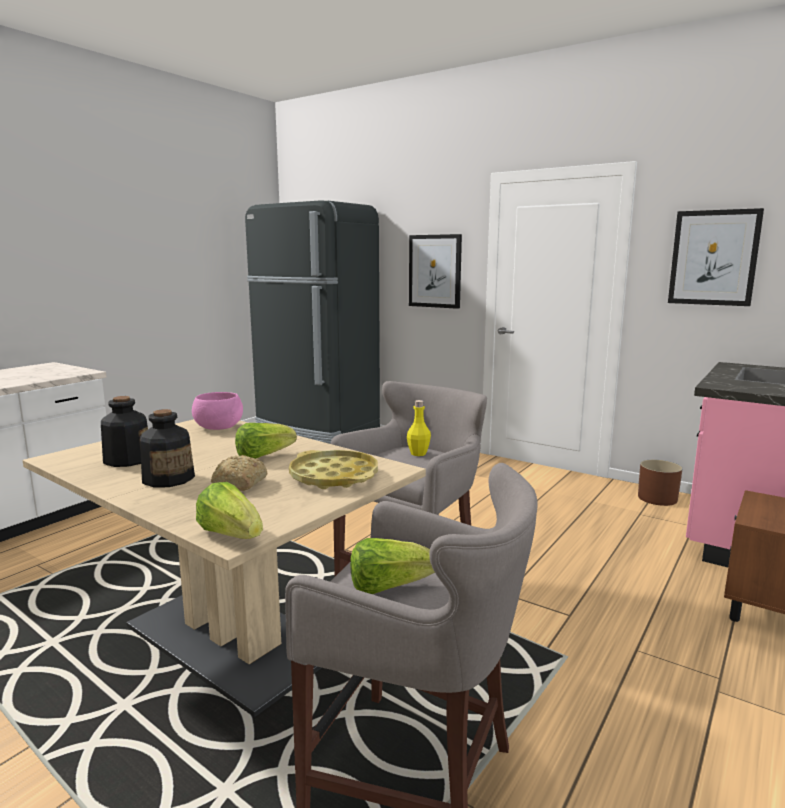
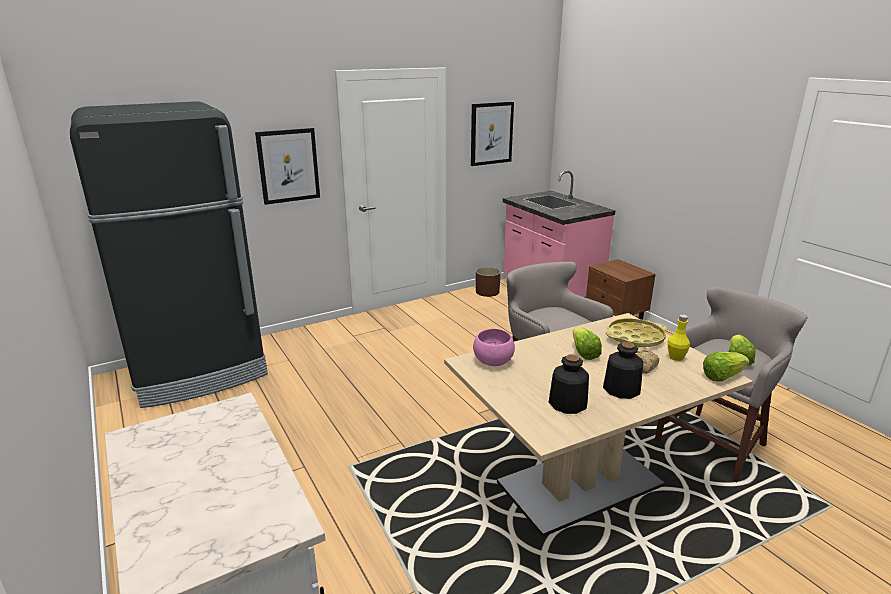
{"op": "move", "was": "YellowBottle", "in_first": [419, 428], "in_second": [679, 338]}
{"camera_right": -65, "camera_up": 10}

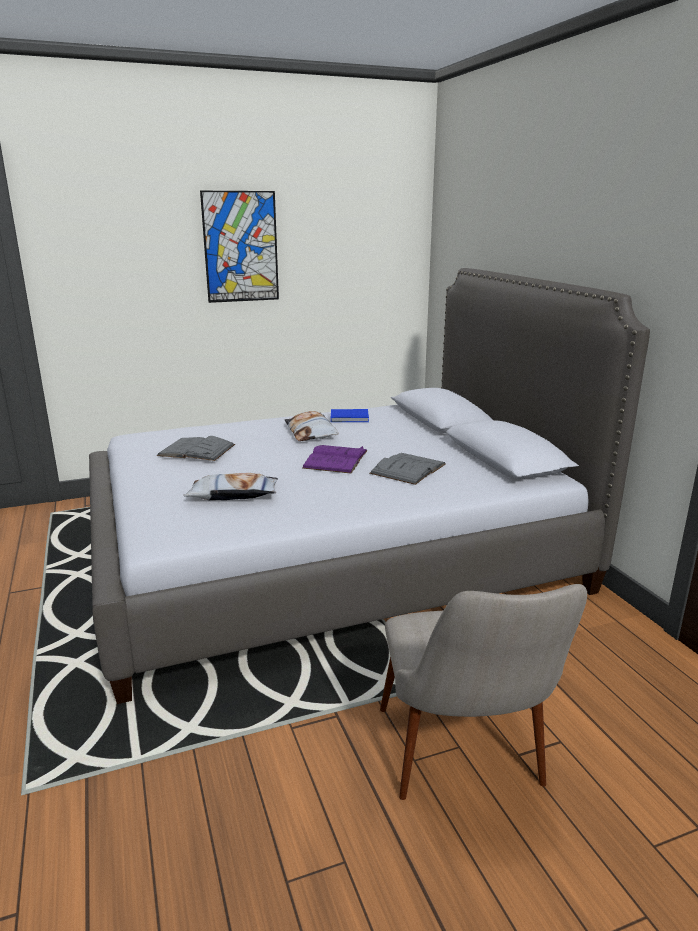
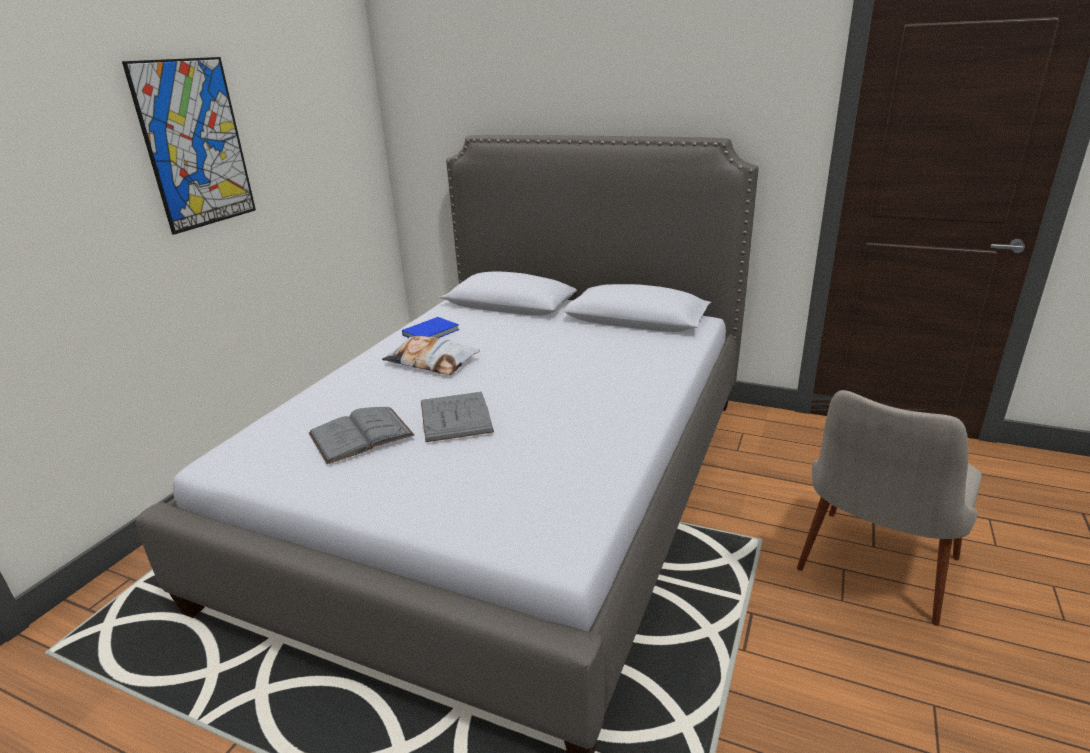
{"op": "delete", "was": "PurpleBook", "in_first": [335, 459]}
{"op": "move", "was": "GreyBook", "in_first": [407, 469], "in_second": [457, 417]}
{"op": "delete", "was": "Pillow", "in_first": [231, 486]}
{"op": "rotate", "was": "BeigeChair", "in_first": [483, 692], "in_second": [889, 508], "clockwise": 90}
{"camera_right": -45, "camera_up": 5}

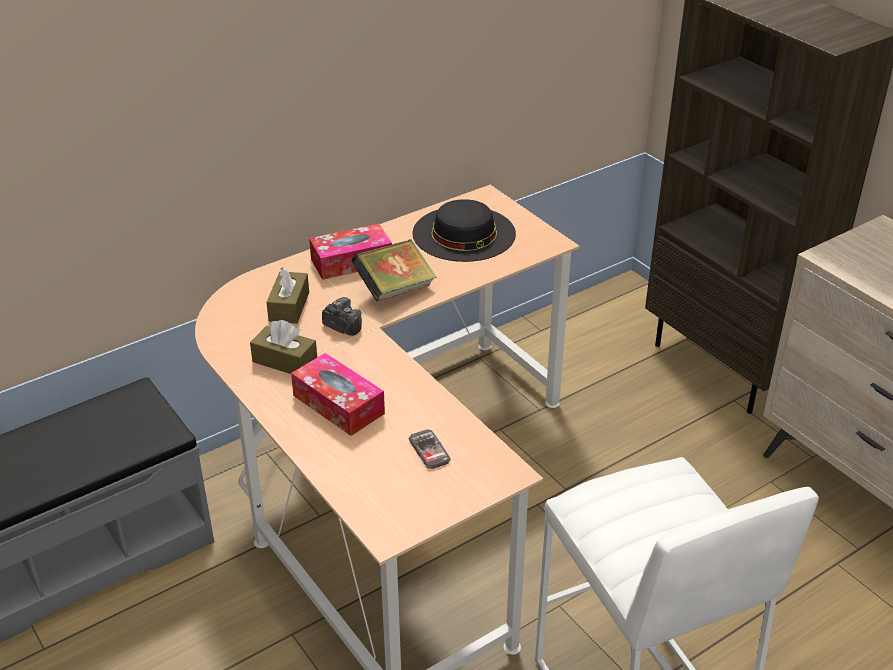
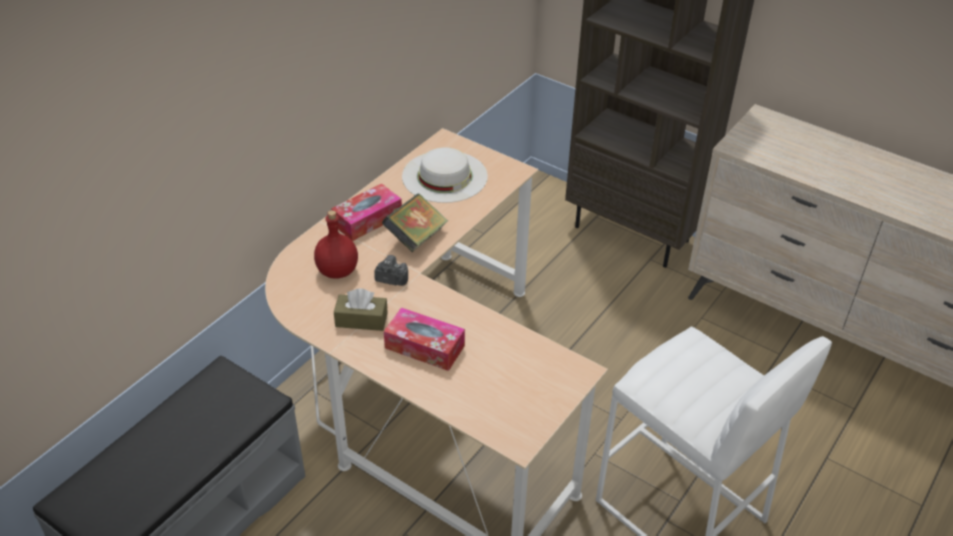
{"op": "recolor", "was": "BlackHat", "now": "WhiteHat", "in_first": [464, 230], "in_second": [445, 175]}
{"op": "replace", "was": "BrownTissueBox", "now": "RedBottle", "in_first": [287, 295], "in_second": [336, 244]}
{"op": "delete", "was": "Phone", "in_first": [430, 449]}
{"camera_right": -20, "camera_up": 5}

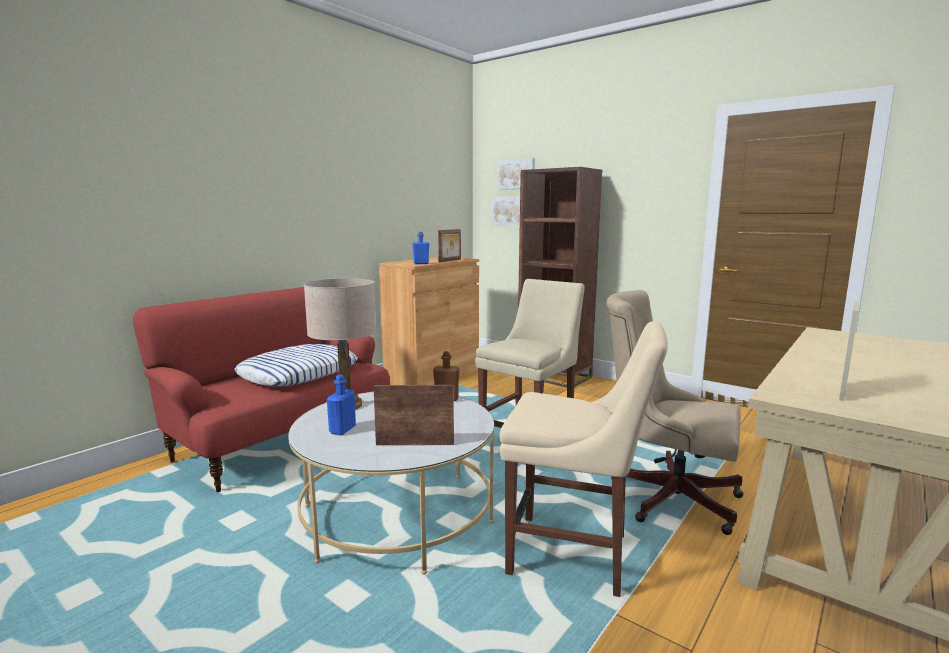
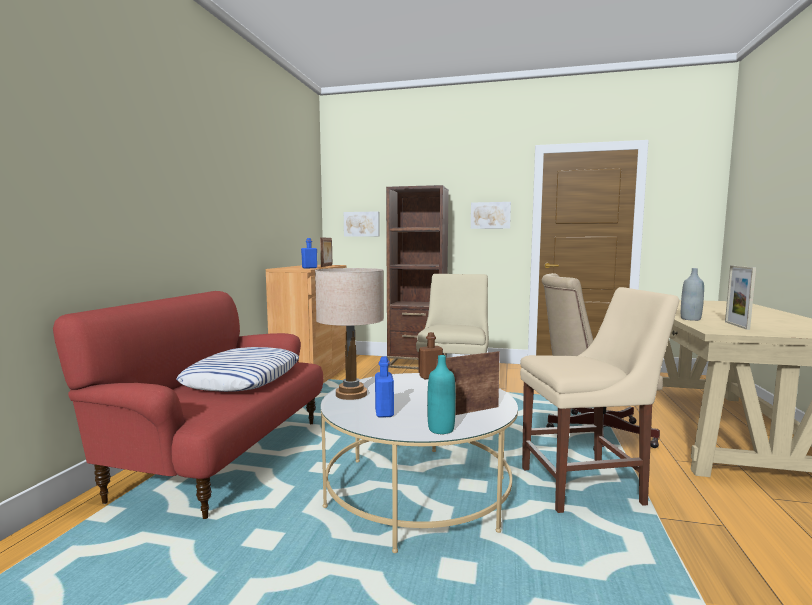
{"op": "move", "was": "Picture", "in_first": [516, 174], "in_second": [491, 215]}
{"op": "insert", "now": "GreyBottle", "in_second": [692, 294]}
{"op": "insert", "now": "TurquoiseBottle", "in_second": [441, 394]}
{"camera_right": -25, "camera_up": -5}

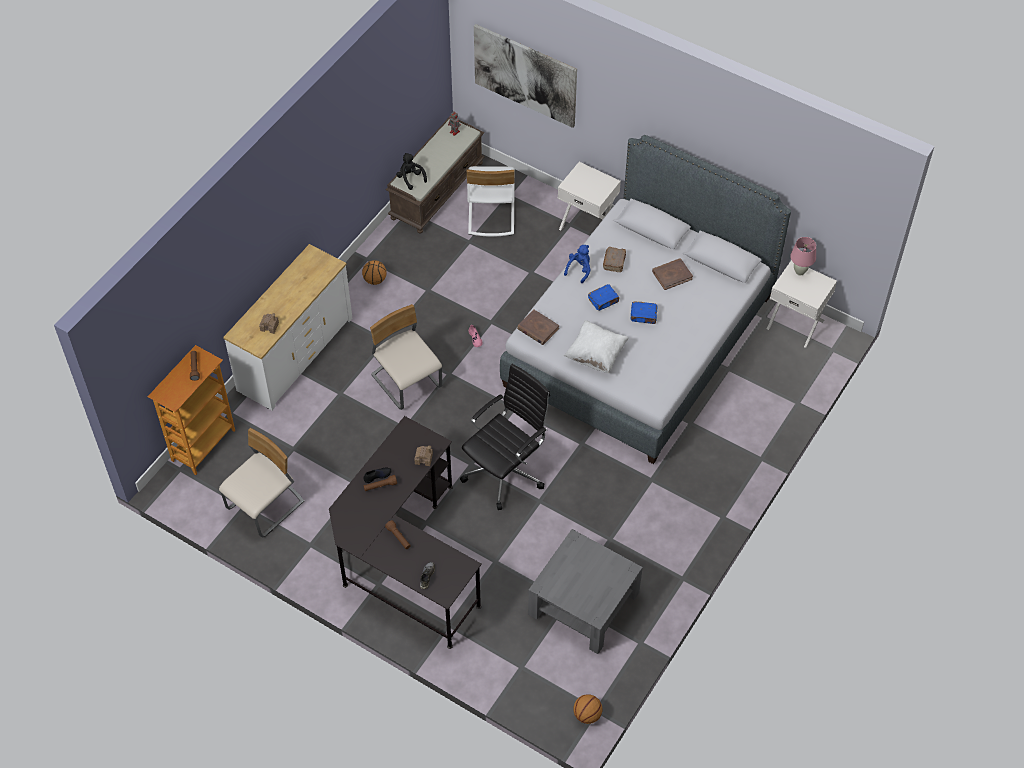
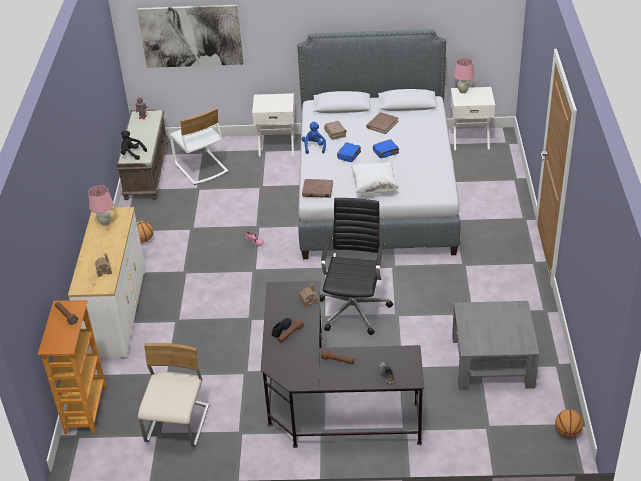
{"op": "delete", "was": "BeigeChair", "in_first": [406, 357]}
{"op": "insert", "now": "PinkTableLamp", "in_second": [101, 205]}
{"camera_right": -30, "camera_up": -15}

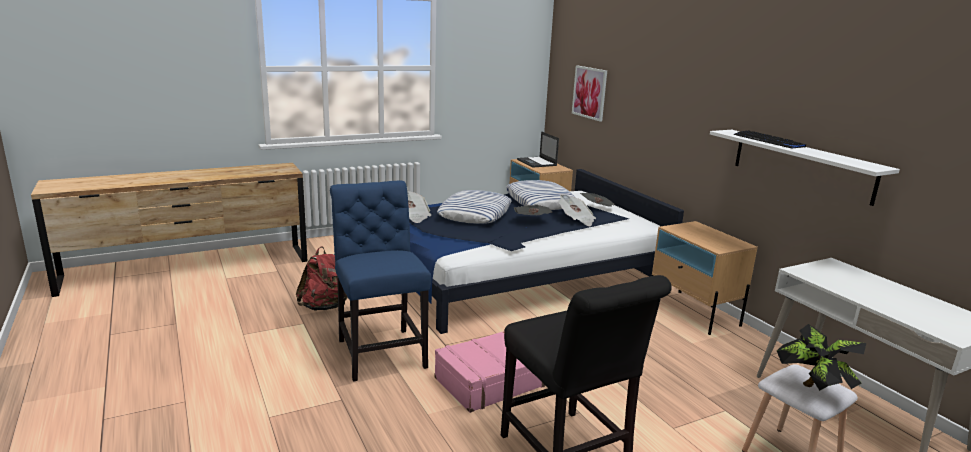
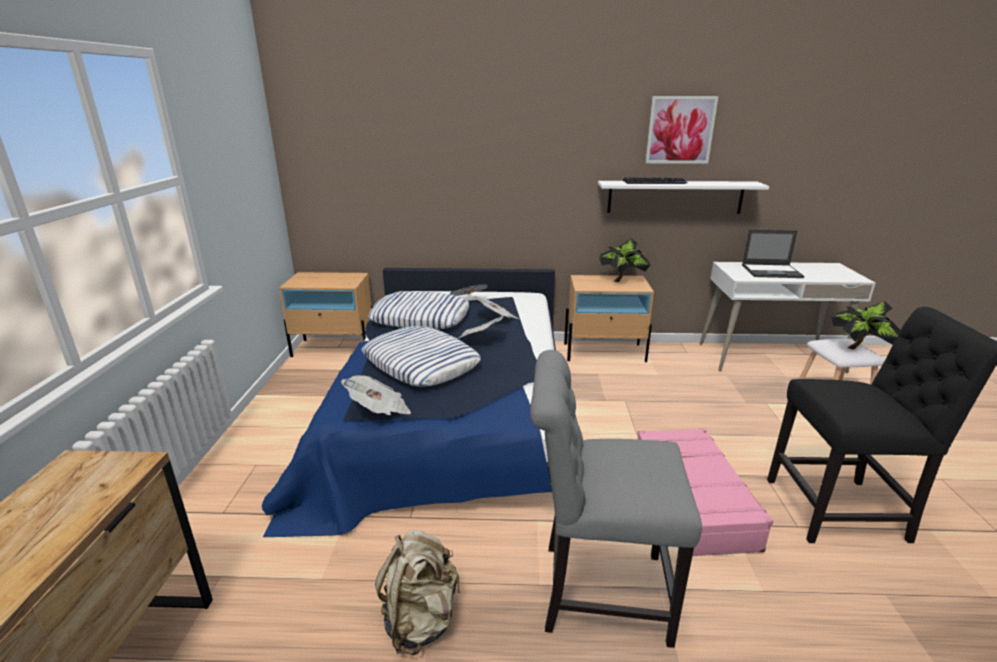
{"op": "move", "was": "Picture", "in_first": [589, 93], "in_second": [682, 130]}
{"op": "move", "was": "Laptop", "in_first": [538, 149], "in_second": [773, 254]}
{"op": "recolor", "was": "BlueChair", "now": "GreyChair", "in_first": [380, 281], "in_second": [616, 499]}
{"op": "recolor", "was": "RedBackpack", "now": "BeigeBackpack", "in_first": [322, 278], "in_second": [417, 592]}
{"op": "insert", "now": "PottedPlant", "in_second": [625, 260]}
{"camera_right": -60, "camera_up": 5}

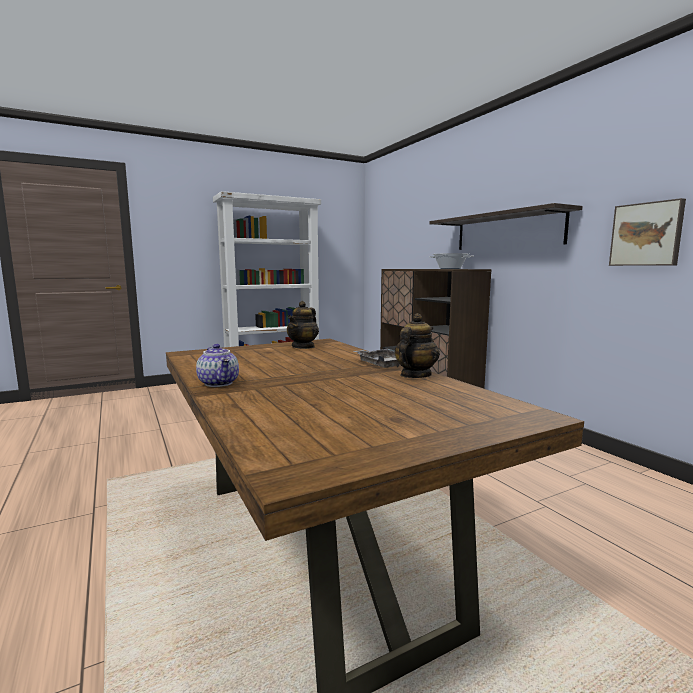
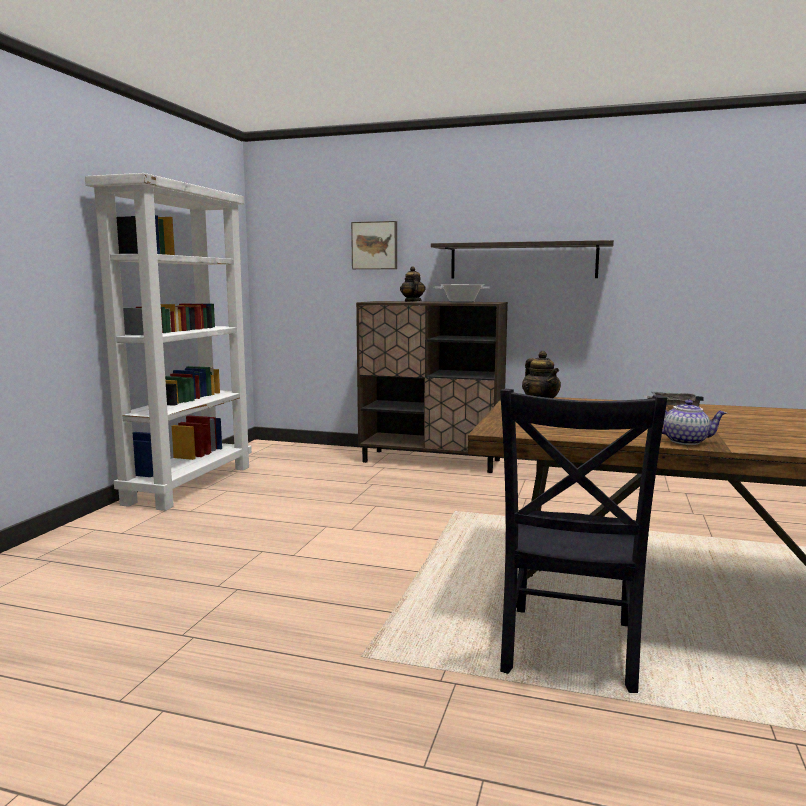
{"op": "move", "was": "Picture", "in_first": [647, 232], "in_second": [374, 245]}
{"op": "move", "was": "Teapot", "in_first": [417, 345], "in_second": [413, 284]}
{"op": "insert", "now": "BlackChair", "in_second": [583, 541]}
{"camera_right": -45, "camera_up": 0}

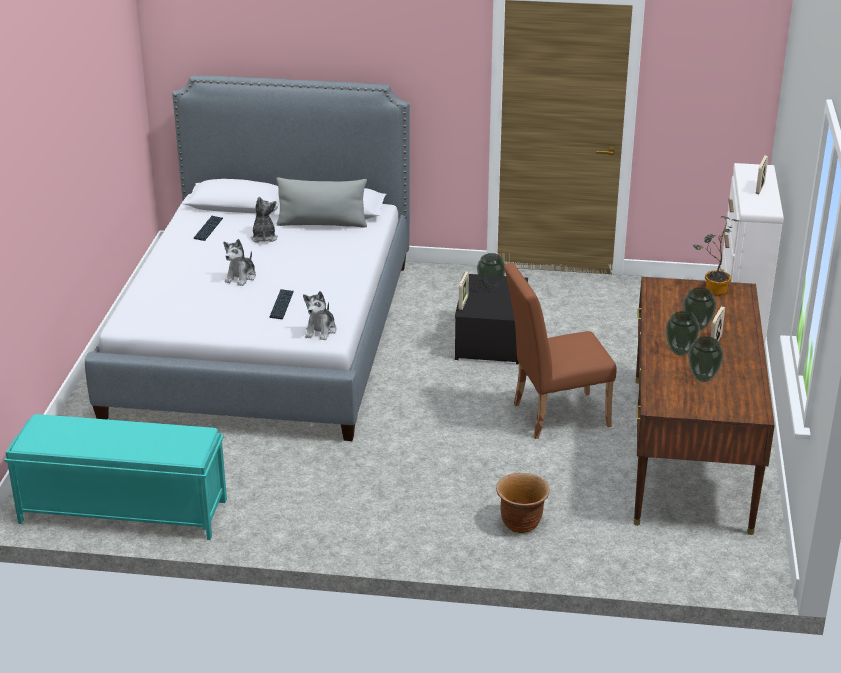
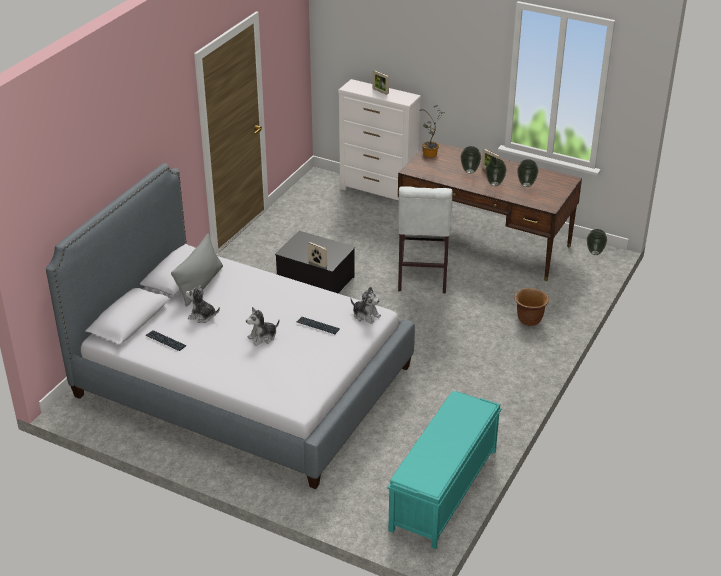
{"op": "rotate", "was": "PlushToy", "in_first": [239, 262], "in_second": [262, 326], "clockwise": 105}
{"op": "move", "was": "Vase", "in_first": [491, 272], "in_second": [597, 242]}
{"op": "replace", "was": "BrownChair", "now": "WhiteStool", "in_first": [560, 351], "in_second": [425, 239]}
{"camera_right": -70, "camera_up": 5}

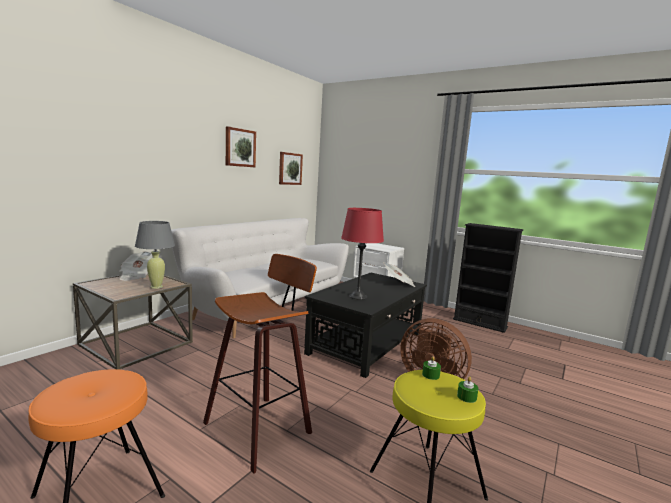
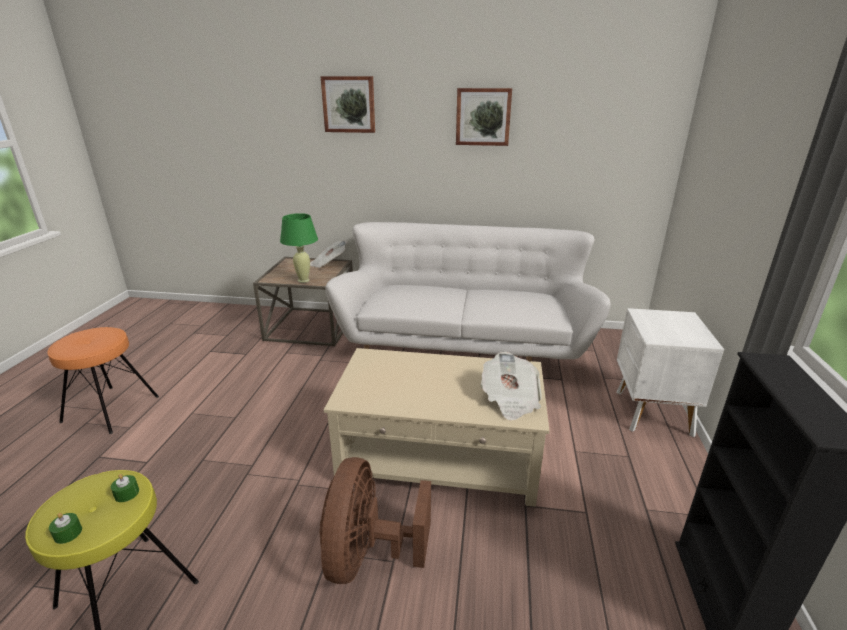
{"op": "move", "was": "Picture", "in_first": [291, 168], "in_second": [347, 104]}
{"op": "delete", "was": "RedTableLamp", "in_first": [362, 254]}
{"op": "recolor", "was": "GreyTableLamp", "now": "GreenTableLamp", "in_first": [155, 255], "in_second": [299, 248]}
{"op": "delete", "was": "Stool", "in_first": [260, 363]}
{"op": "recolor", "was": "BlackCoffeeTable", "now": "BeigeCoffeeTable", "in_first": [365, 325], "in_second": [436, 427]}
{"camera_right": 65, "camera_up": 15}

